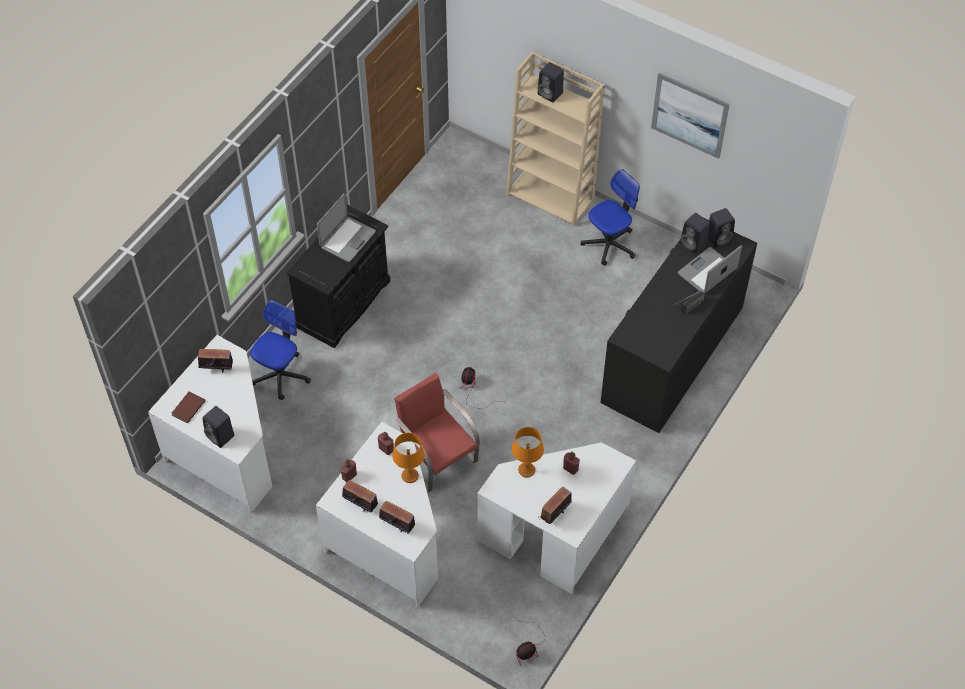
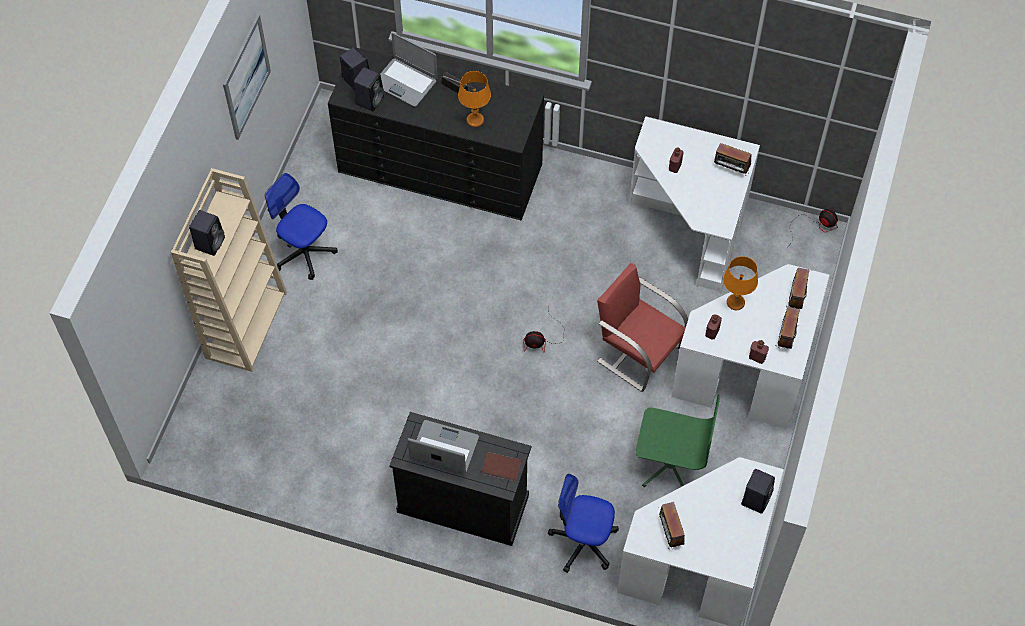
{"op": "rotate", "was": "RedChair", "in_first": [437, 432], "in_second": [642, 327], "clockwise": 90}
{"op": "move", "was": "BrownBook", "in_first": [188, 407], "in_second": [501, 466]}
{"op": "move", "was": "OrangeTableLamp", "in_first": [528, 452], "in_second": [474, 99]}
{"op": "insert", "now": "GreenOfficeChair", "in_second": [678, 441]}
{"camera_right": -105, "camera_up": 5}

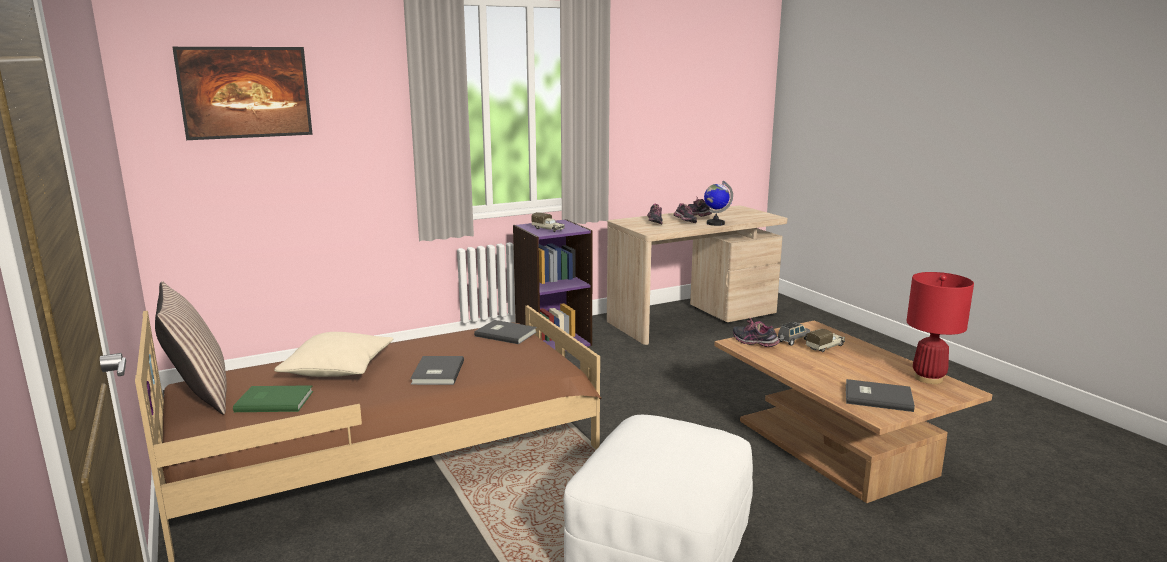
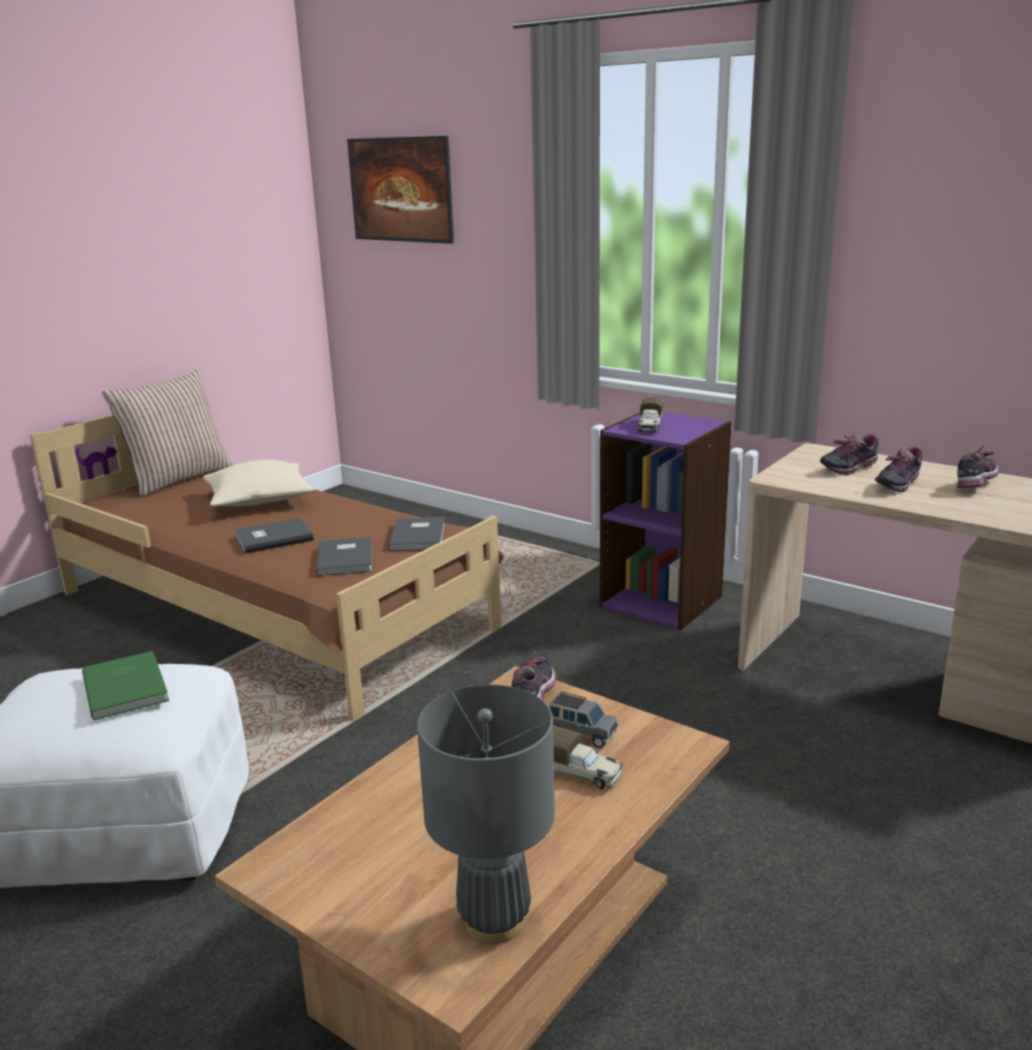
{"op": "delete", "was": "Globe", "in_first": [718, 203]}
{"op": "recolor", "was": "RedTableLamp", "now": "GreyTableLamp", "in_first": [940, 328], "in_second": [486, 814]}
{"op": "move", "was": "GreyBook", "in_first": [880, 395], "in_second": [344, 556]}
{"op": "move", "was": "GreenBook", "in_first": [273, 398], "in_second": [125, 685]}
{"camera_right": 65, "camera_up": 5}

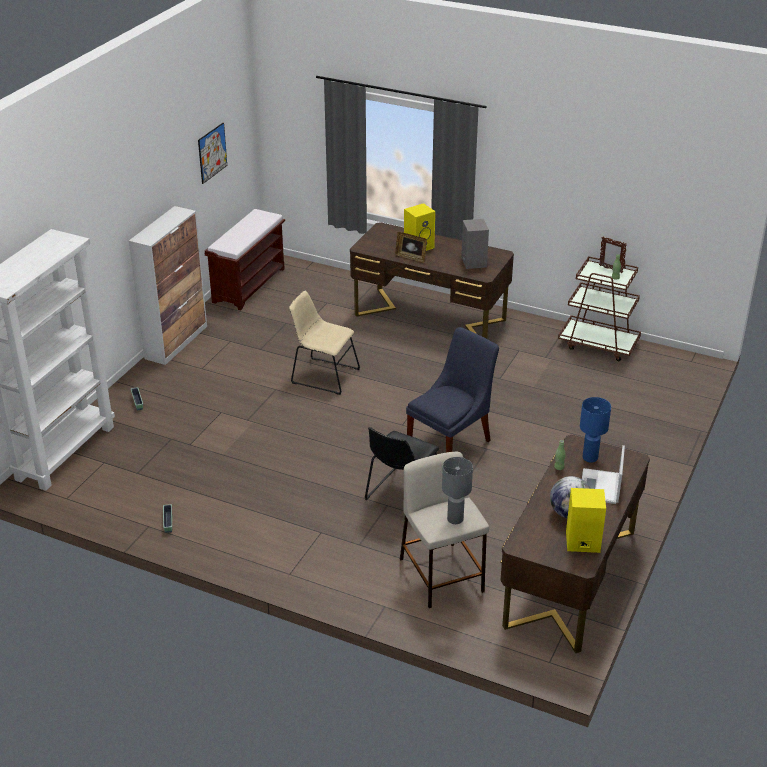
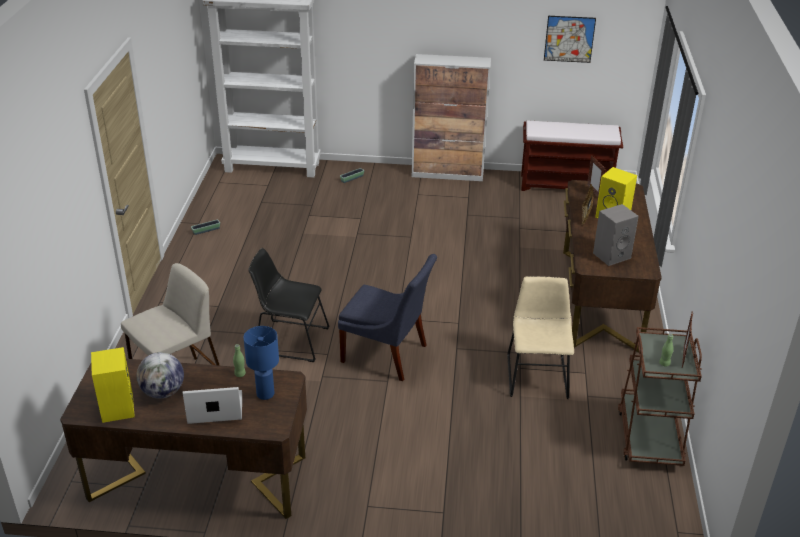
{"op": "move", "was": "BeigeChair", "in_first": [324, 343], "in_second": [540, 337]}
{"op": "delete", "was": "GreyTableLamp", "in_first": [457, 490]}
{"op": "insert", "now": "PictureFrame", "in_second": [596, 176]}
{"camera_right": 70, "camera_up": 0}

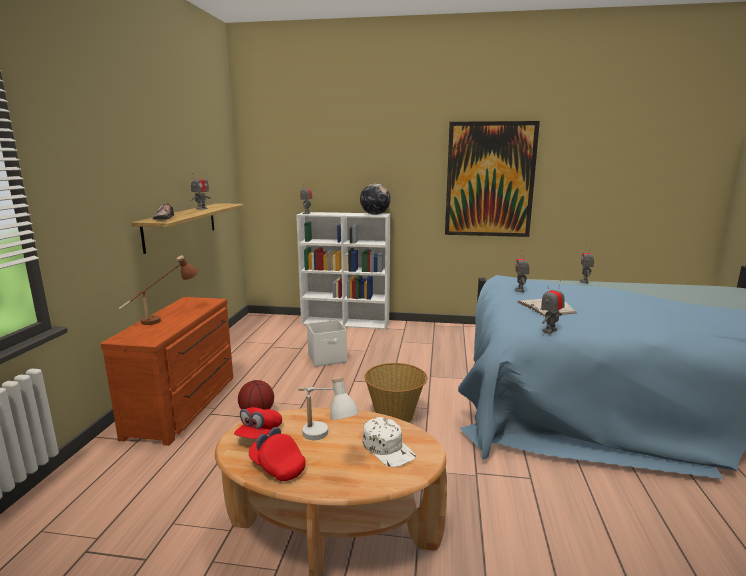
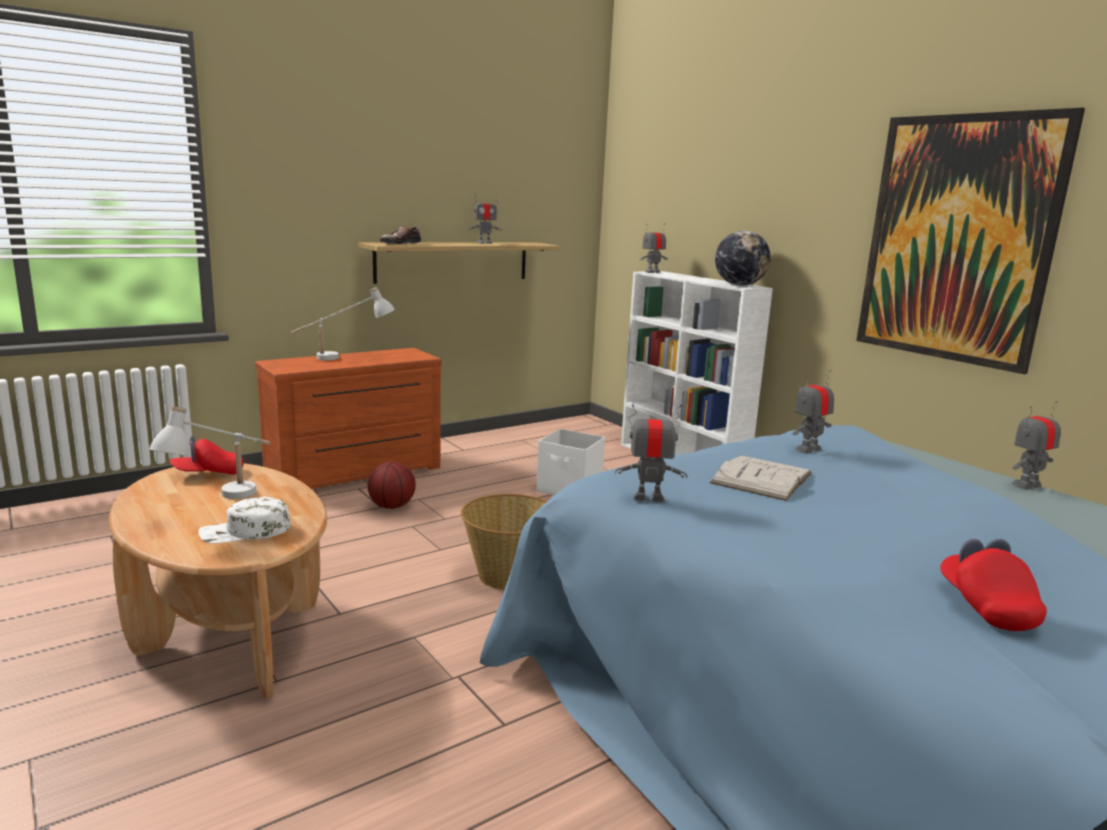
{"op": "recolor", "was": "BrownTableLamp", "now": "WhiteTableLamp", "in_first": [158, 290], "in_second": [343, 323]}
{"op": "rotate", "was": "WhiteCap", "in_first": [389, 442], "in_second": [244, 520], "clockwise": 60}
{"op": "move", "was": "RedCap", "in_first": [277, 454], "in_second": [993, 585]}
{"camera_right": 45, "camera_up": 0}

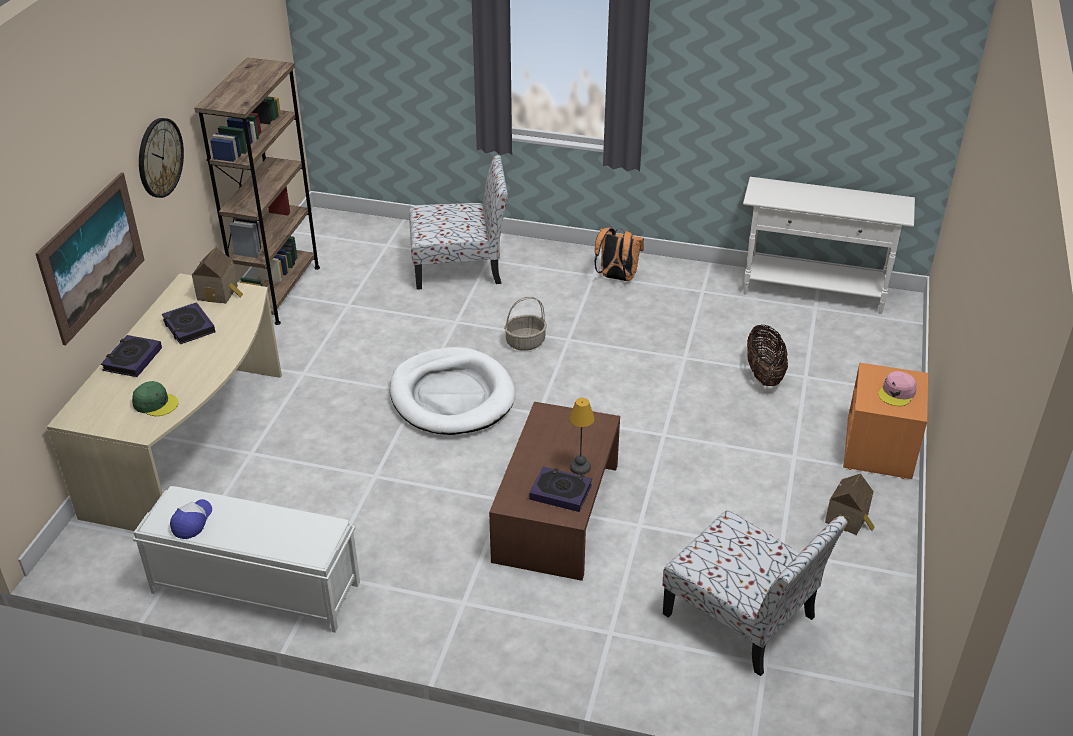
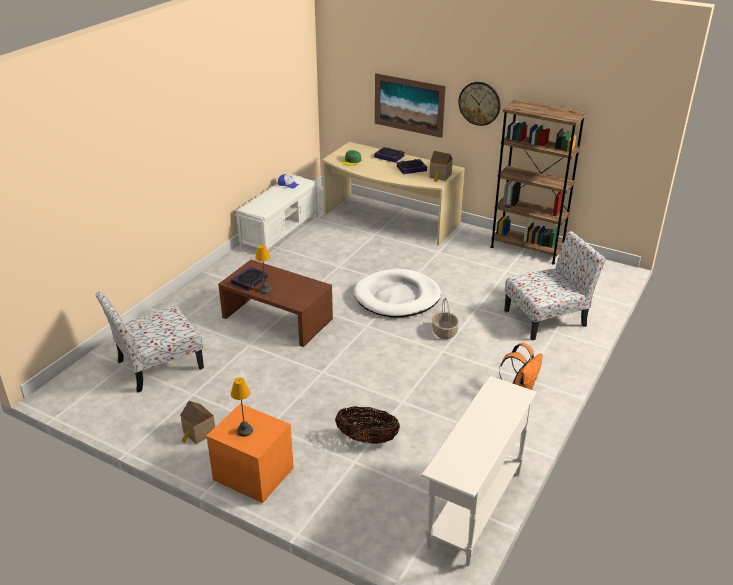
{"op": "rotate", "was": "Chair", "in_first": [458, 222], "in_second": [555, 285], "clockwise": -120}
{"op": "replace", "was": "PinkCap", "now": "TableLamp", "in_first": [897, 388], "in_second": [242, 407]}
{"camera_right": 105, "camera_up": -5}

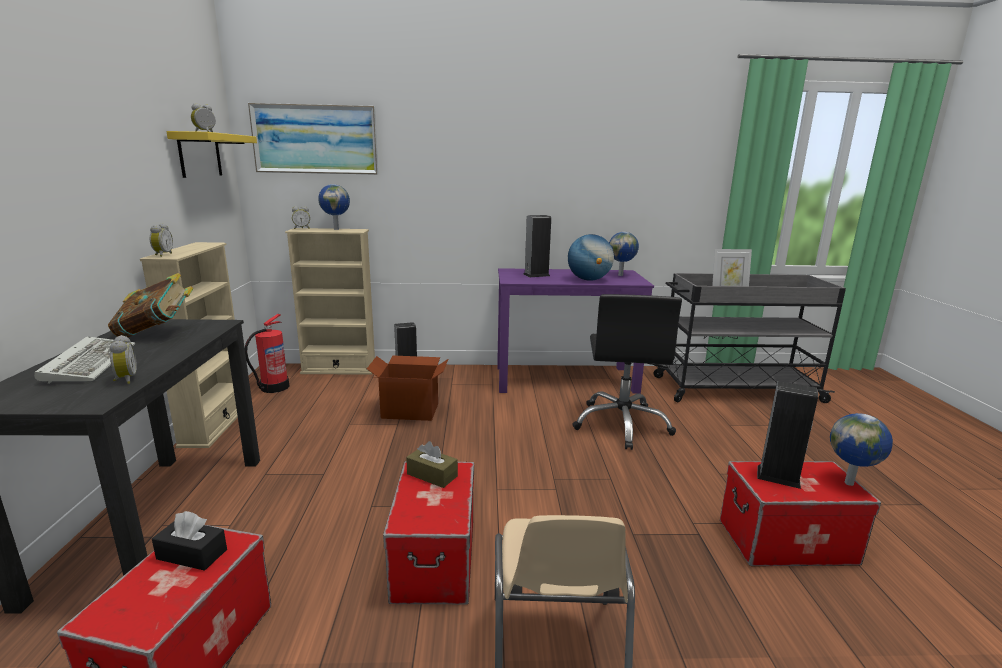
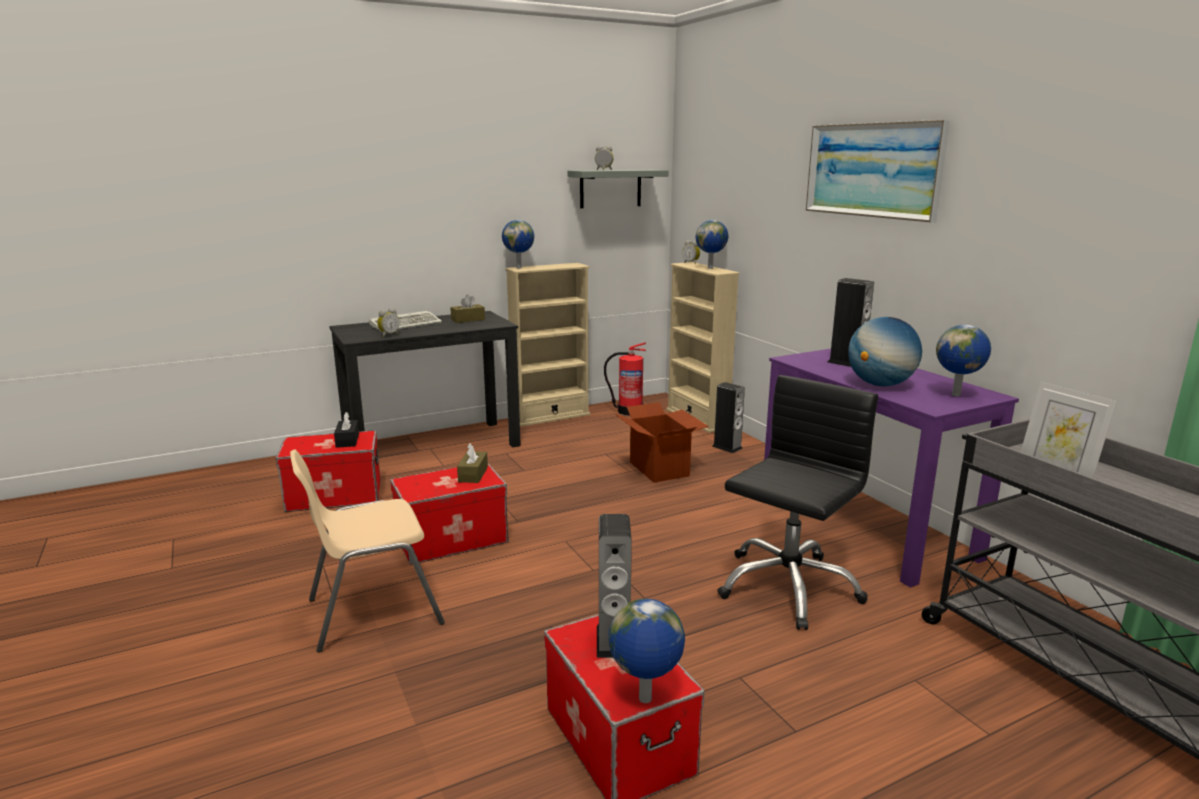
{"op": "move", "was": "Picture", "in_first": [313, 139], "in_second": [878, 171]}
{"op": "recolor", "was": "YellowShelf", "now": "GreyShelf", "in_first": [211, 154], "in_second": [618, 189]}
{"op": "replace", "was": "AlarmClock", "now": "Globe", "in_first": [161, 240], "in_second": [518, 244]}
{"op": "replace", "was": "Book", "now": "BrownTissueBox", "in_first": [150, 305], "in_second": [467, 308]}
{"op": "rotate", "was": "BlackOfficeChair", "in_first": [627, 372], "in_second": [797, 502], "clockwise": 150}
{"camera_right": 65, "camera_up": 0}

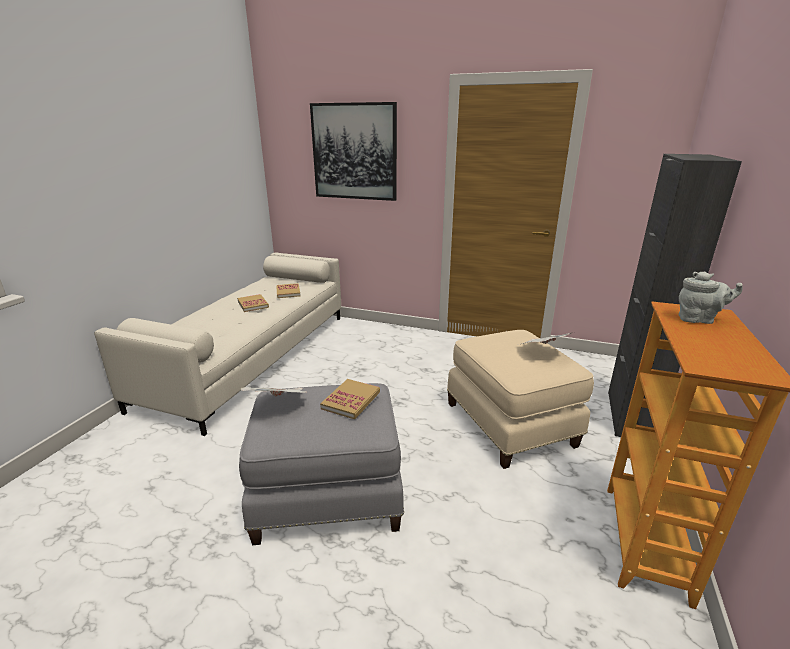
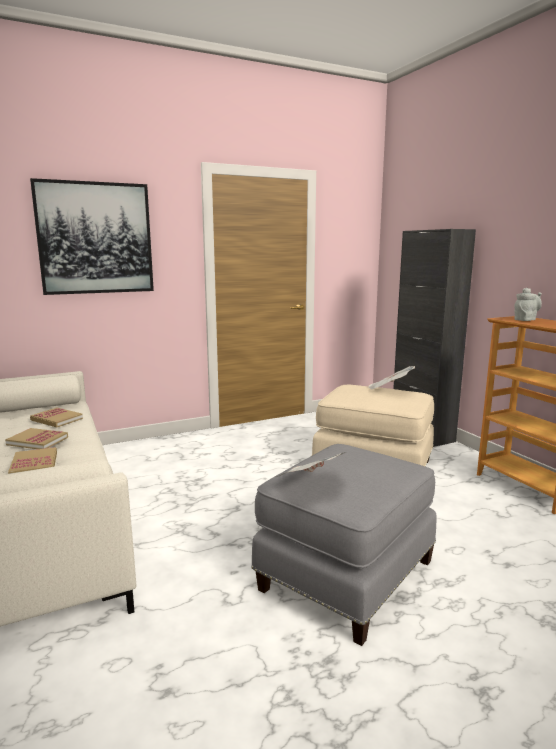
{"op": "move", "was": "Book", "in_first": [350, 399], "in_second": [32, 460]}
{"camera_right": -45, "camera_up": -10}

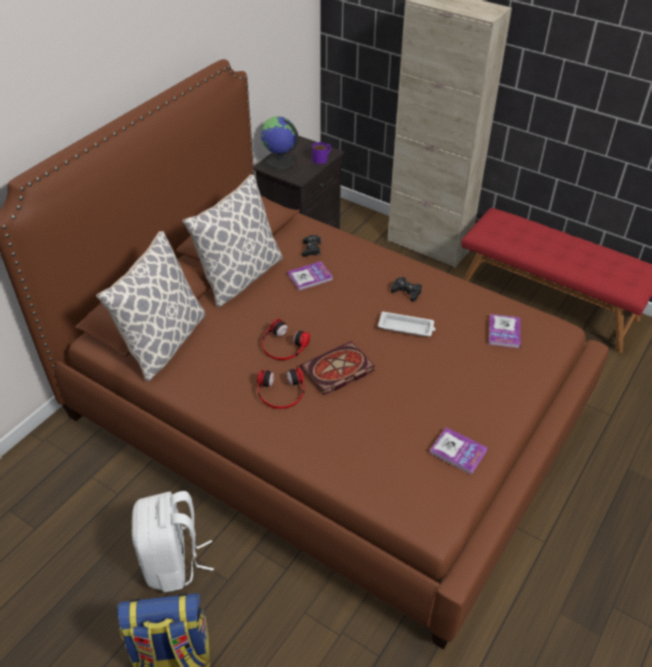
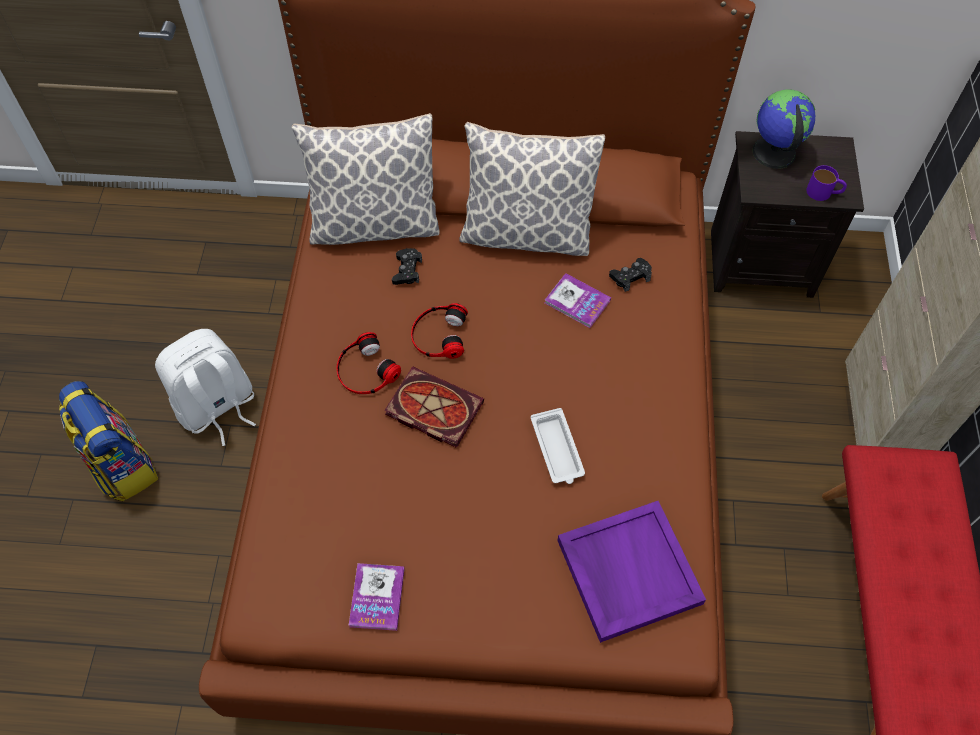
{"op": "move", "was": "BlackGameController", "in_first": [406, 289], "in_second": [407, 266]}
{"op": "replace", "was": "Book", "now": "PurpleTray", "in_first": [505, 331], "in_second": [631, 572]}
{"camera_right": 60, "camera_up": 15}

